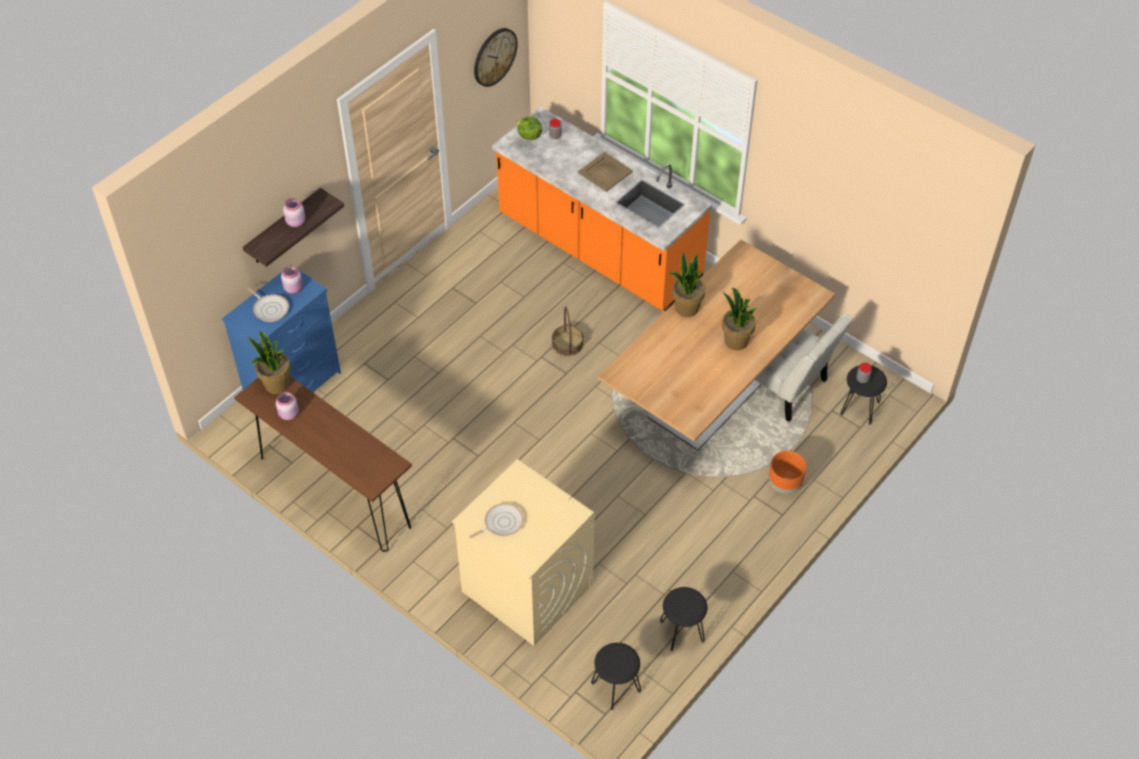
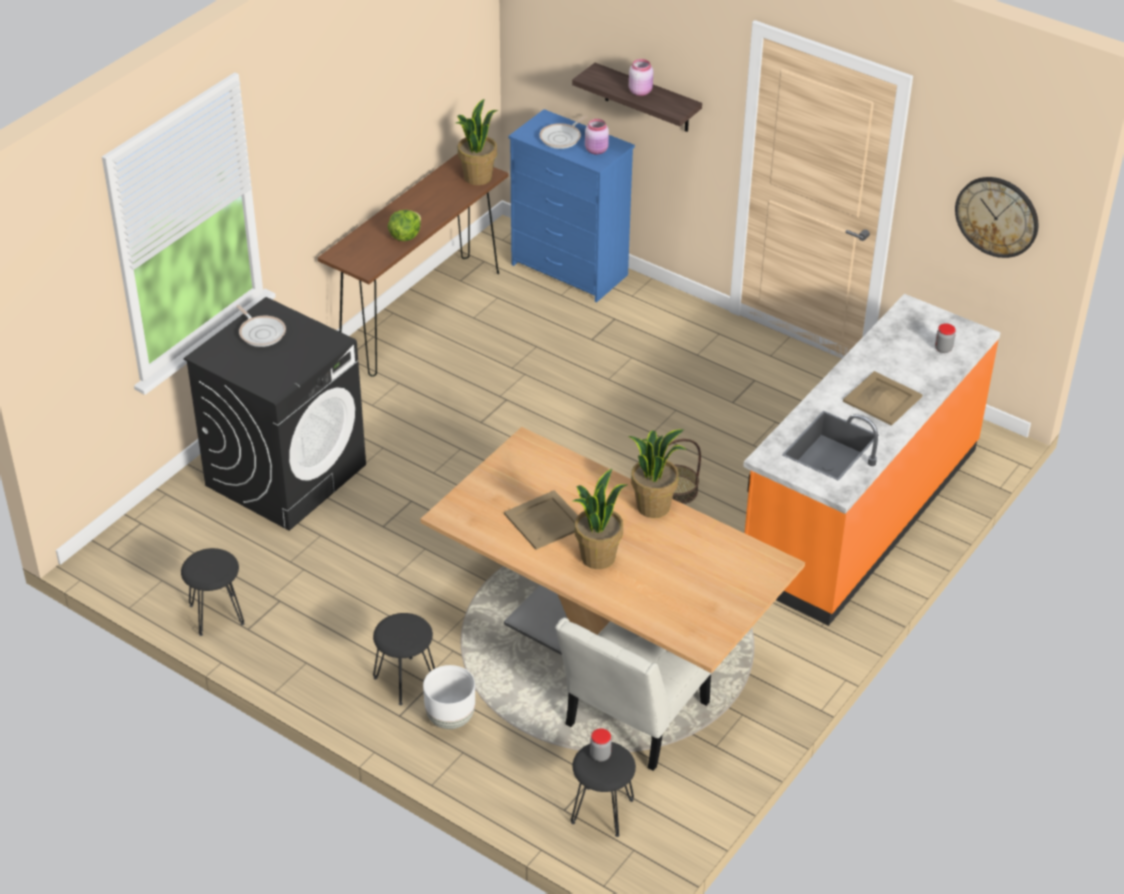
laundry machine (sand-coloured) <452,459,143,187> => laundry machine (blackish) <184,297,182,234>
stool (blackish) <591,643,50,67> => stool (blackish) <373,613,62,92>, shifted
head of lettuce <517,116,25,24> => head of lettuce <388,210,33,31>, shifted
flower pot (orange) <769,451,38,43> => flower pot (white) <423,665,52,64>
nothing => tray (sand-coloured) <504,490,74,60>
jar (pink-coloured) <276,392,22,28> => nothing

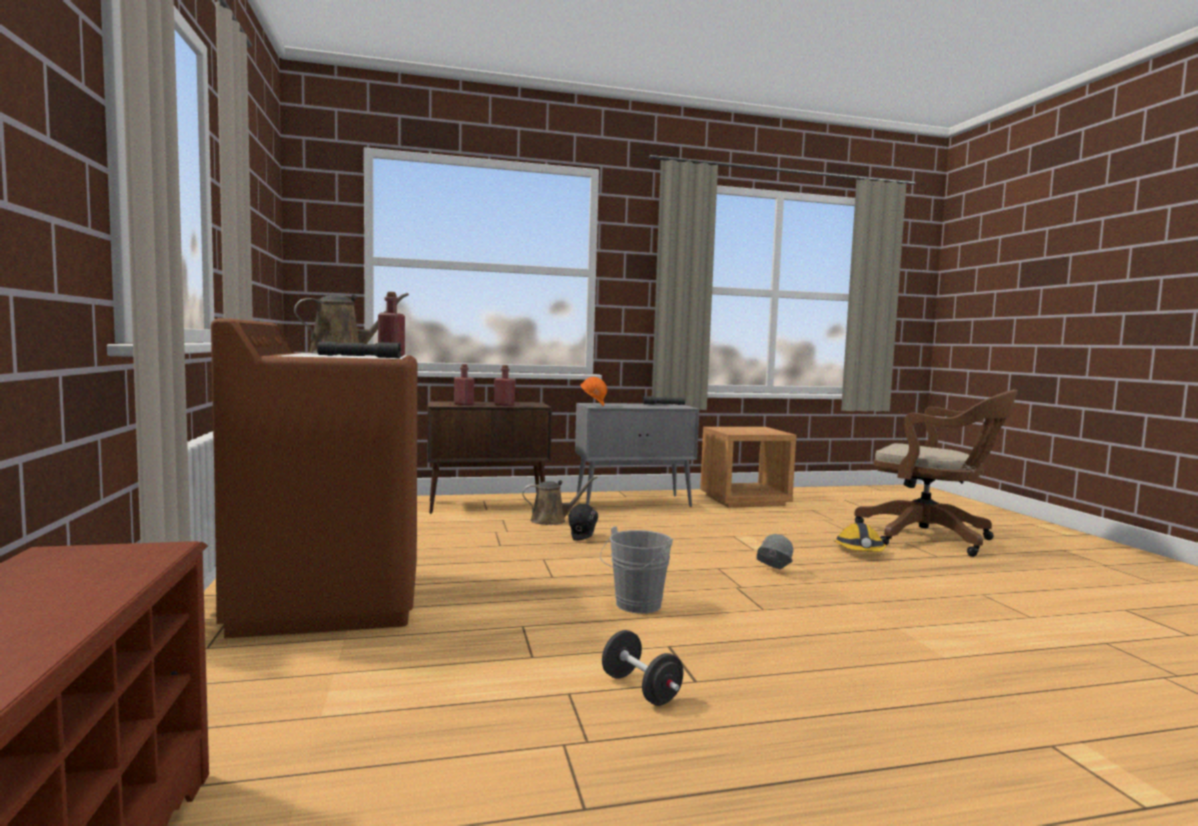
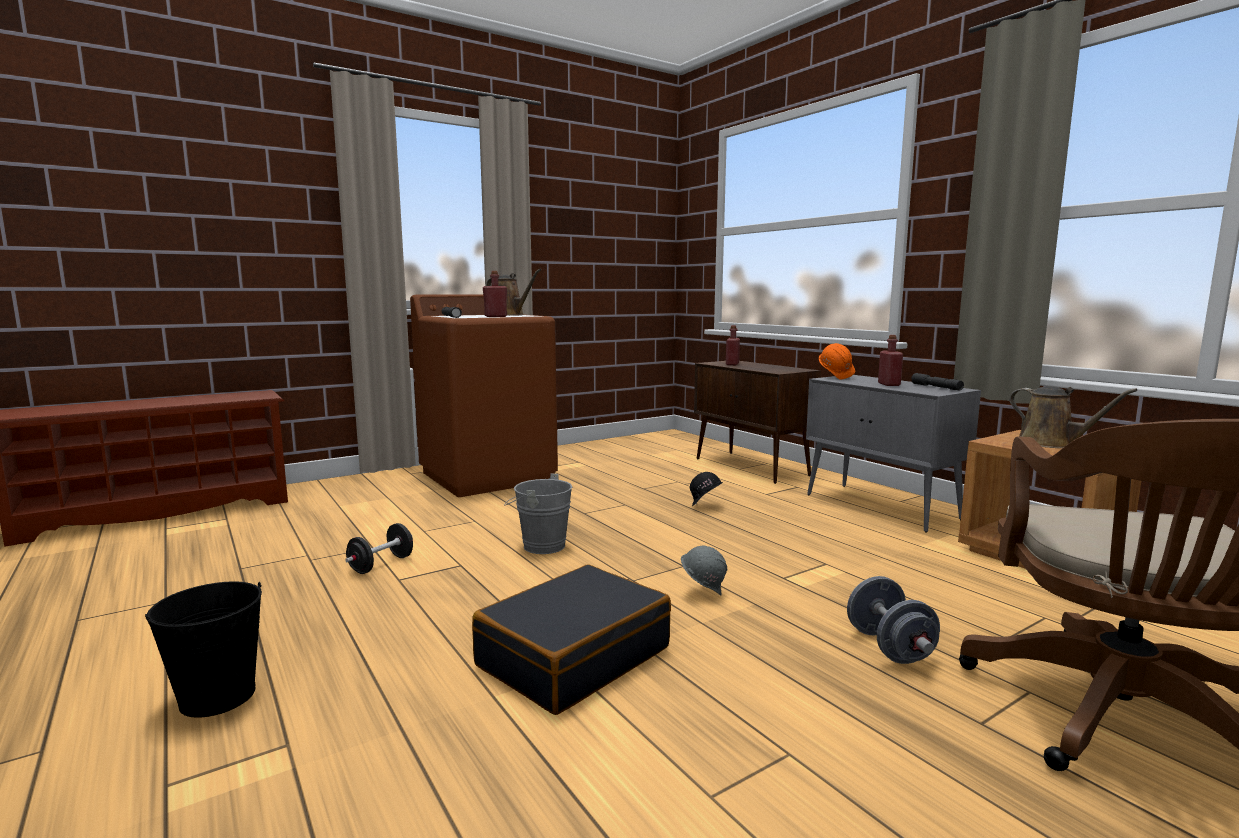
nothing => bucket (blackish) <145,581,117,137>
nothing => suitcase (blackish) <472,565,199,150>
safety helmet <834,523,52,29> => dumbbell (greyish) <847,576,93,88>
drink bottle (reddish) <494,365,22,41> => drink bottle (reddish) <878,335,25,51>, shifted
watering can (brown-coloured) <522,476,76,49> => watering can (brown-coloured) <1009,387,129,61>, shifted

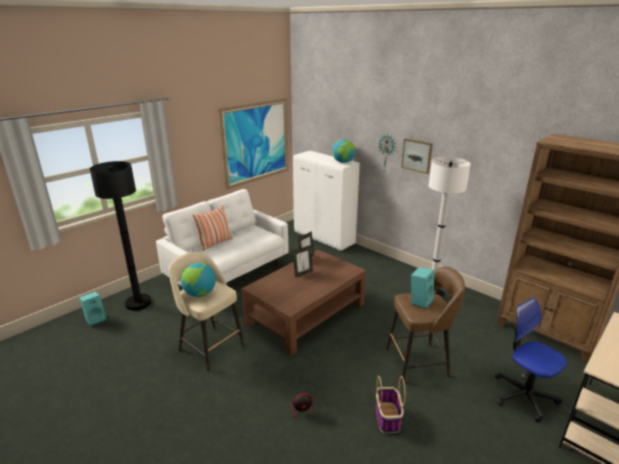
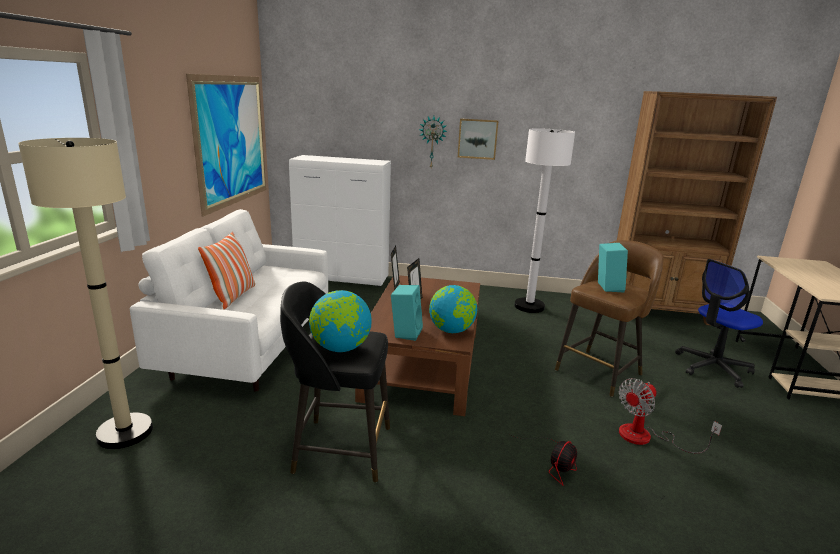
floor lamp (blackish) <90,161,62,149> => floor lamp (sand-coloured) <18,138,135,311>
stool (sand-coloured) <168,252,77,119> => stool (blackish) <280,282,110,200>
loudspeaker (turquoise) <79,292,27,34> => loudspeaker (turquoise) <391,285,32,56>, shifted
world globe <332,139,23,24> => world globe <429,285,48,48>, shifted
household basket <376,376,30,57> => electric fan <619,378,103,76>
office chair <495,298,72,125> => office chair <675,259,88,129>, 45 degrees counterclockwise

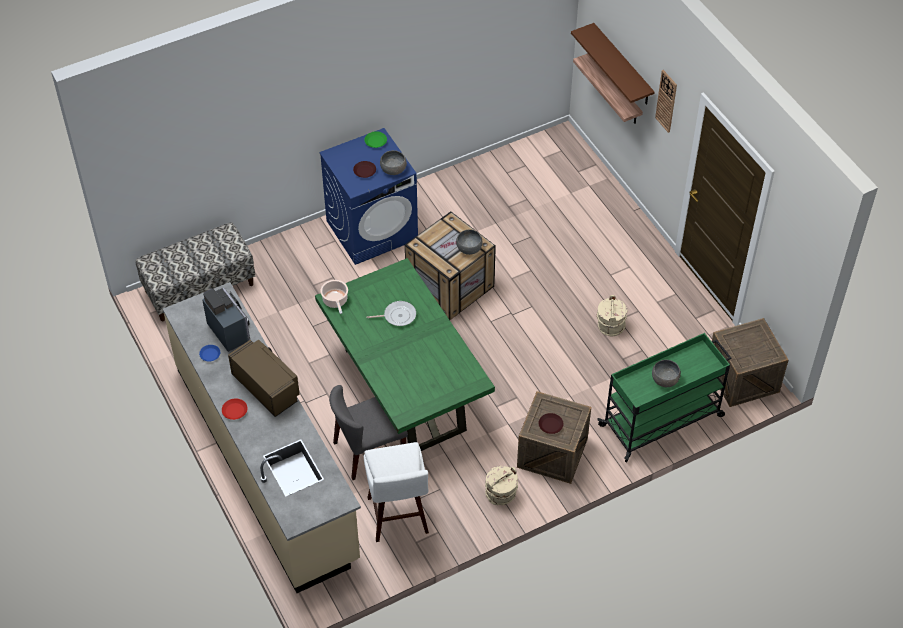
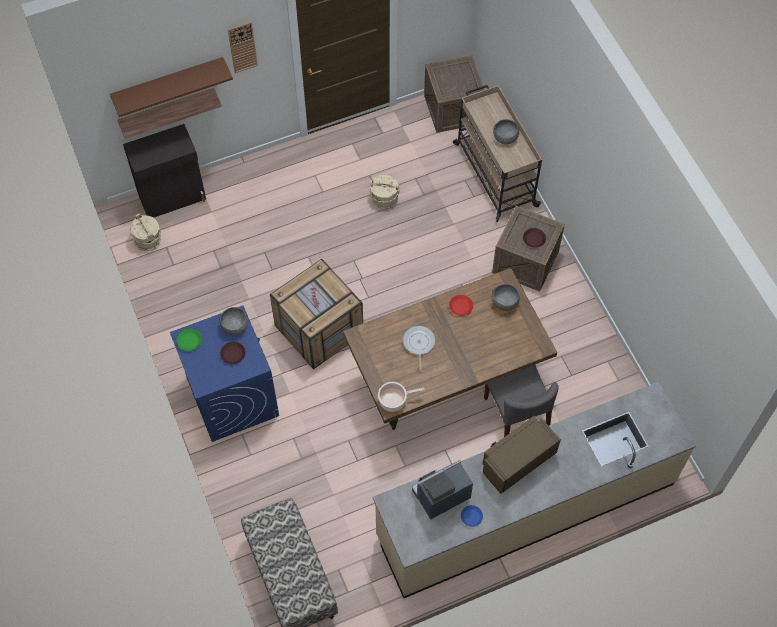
nothing => cupboard (blackish) <123,124,83,93>
bucket (sand-coloured) <485,466,33,39> => bucket (sand-coloured) <130,214,31,37>, shifted
dinner table (green) <315,258,180,193> => dinner table (brown-coloured) <343,268,215,162>
plate (reddish) <222,398,25,22> => plate (reddish) <449,295,24,21>, shifted
trolley (green) <597,333,134,129> => trolley (sand-coloured) <453,85,89,137>
serving bowl (greyish) <456,229,26,26> => serving bowl (greyish) <492,284,28,27>, shifted
stool (white) <364,442,65,100> => nothing

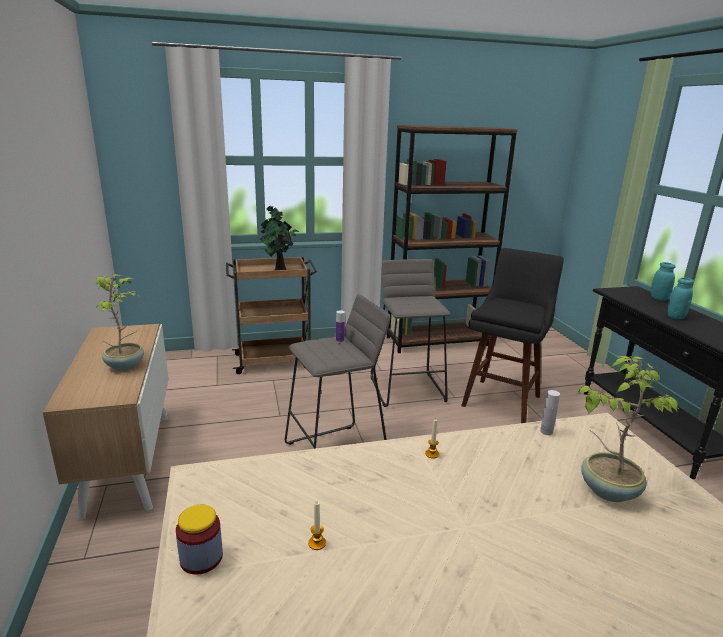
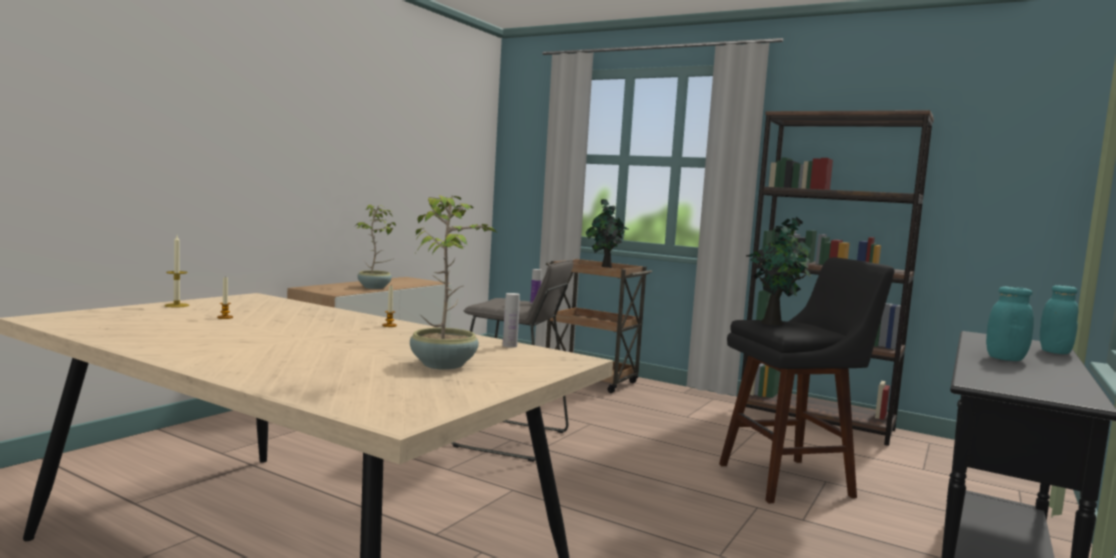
jar <176,504,47,71> => wax candle <165,236,24,72>
nothing => houseplant <746,217,66,109>
stool (greyish) <371,259,79,148> => nothing

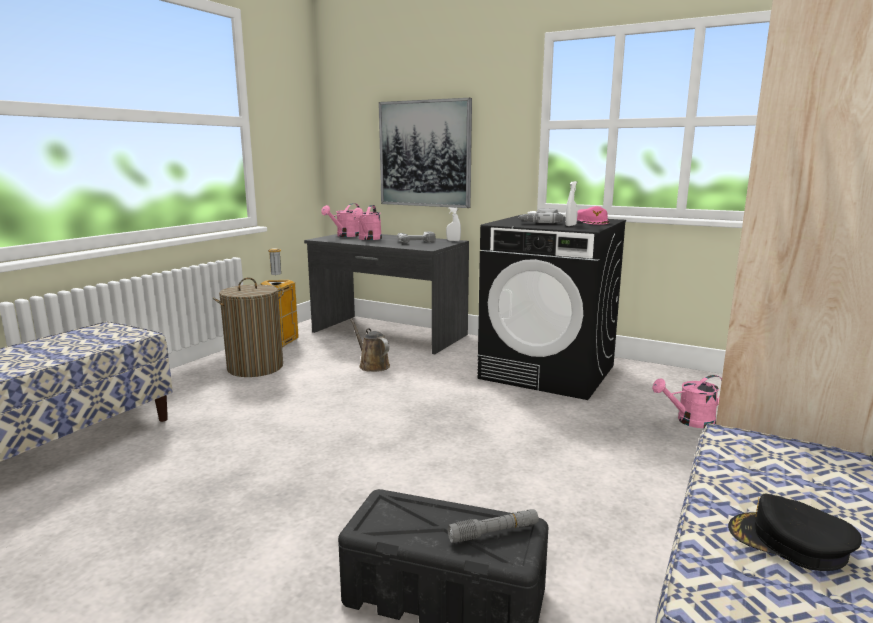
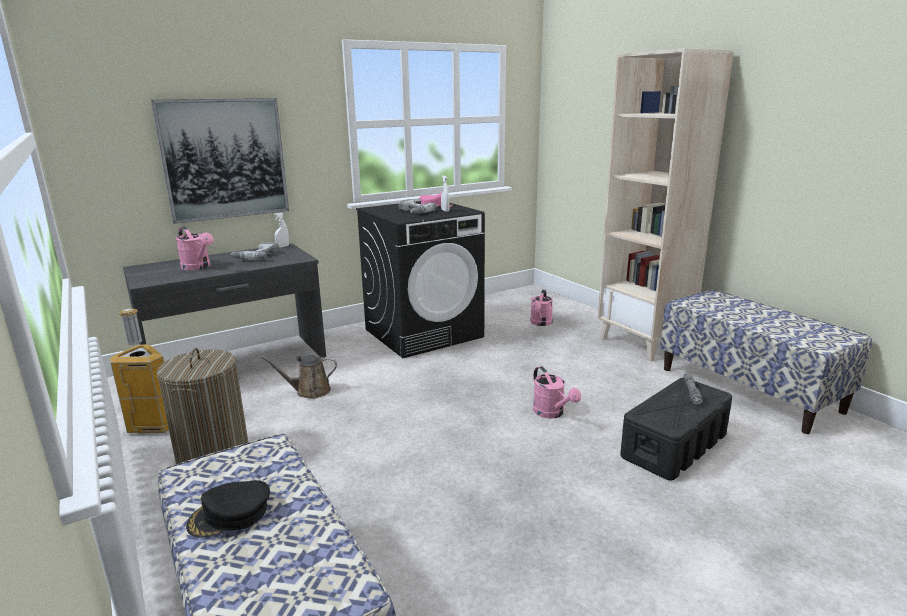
cap (blackish) <728,494,134,77> => cap (blackish) <186,480,84,58>, shifted
watering can (pink-coloured) <321,203,39,34> => watering can (pink-coloured) <533,366,48,52>, shifted

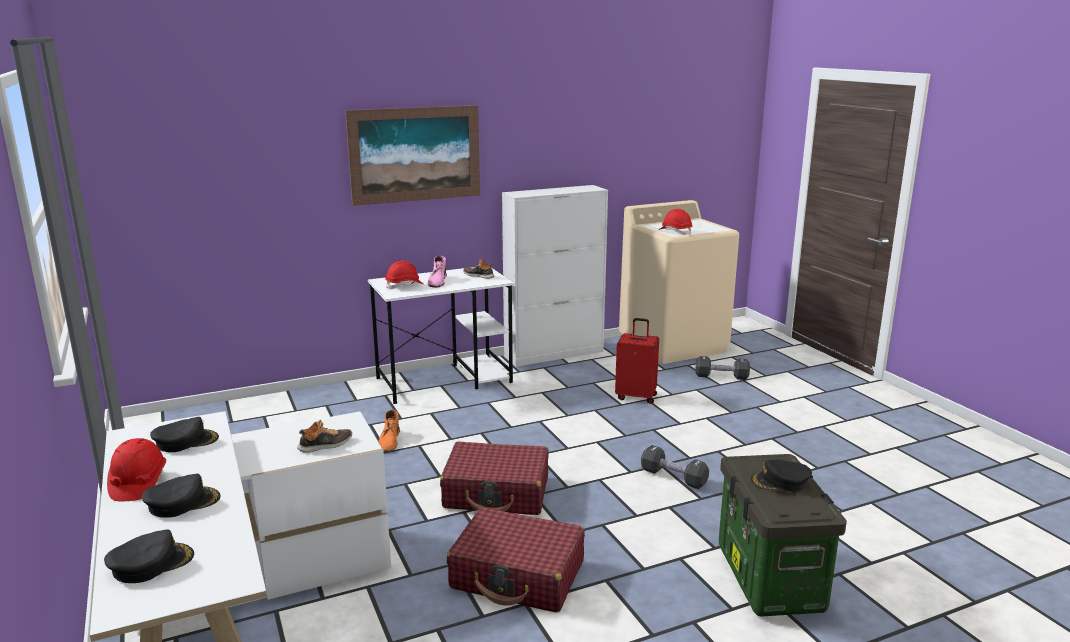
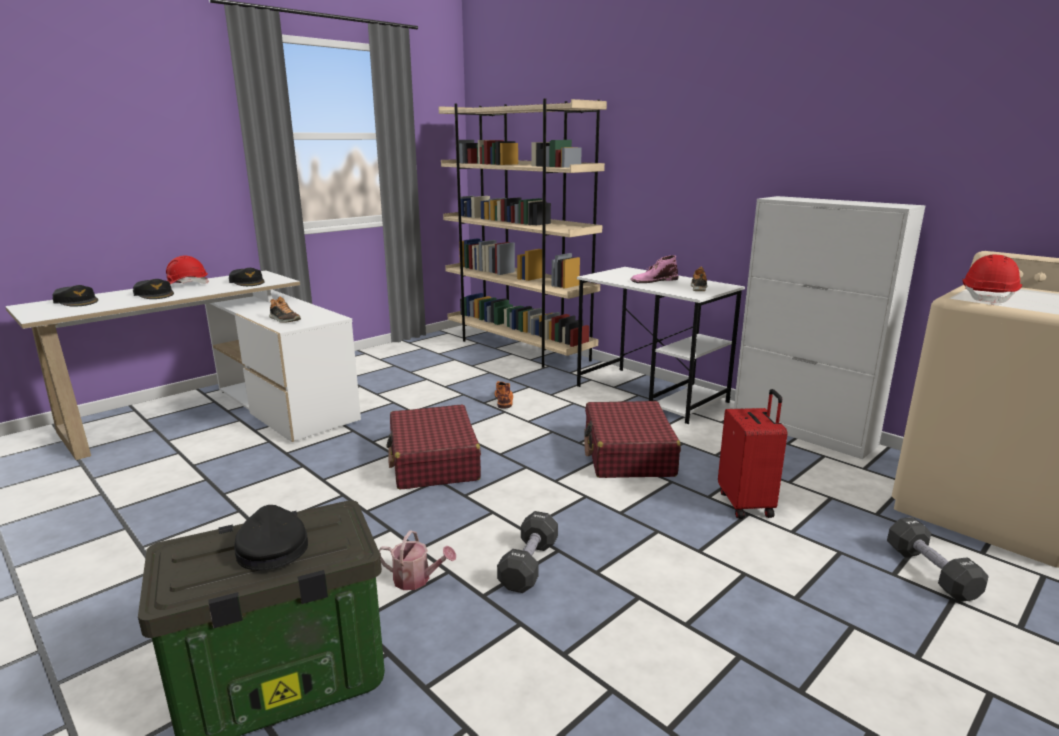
nothing => watering can <379,530,77,60>
nothing => bookcase (sand-coloured) <438,98,169,270>
tall boot (orange) <378,410,22,42> => tall boot (orange) <495,381,18,28>, 105 degrees clockwise
suitcase (reddish) <447,507,138,106> => suitcase (reddish) <584,401,97,77>, shifted
picture <345,105,135,101> => nothing
safety helmet (reddish) <385,261,38,28> => nothing

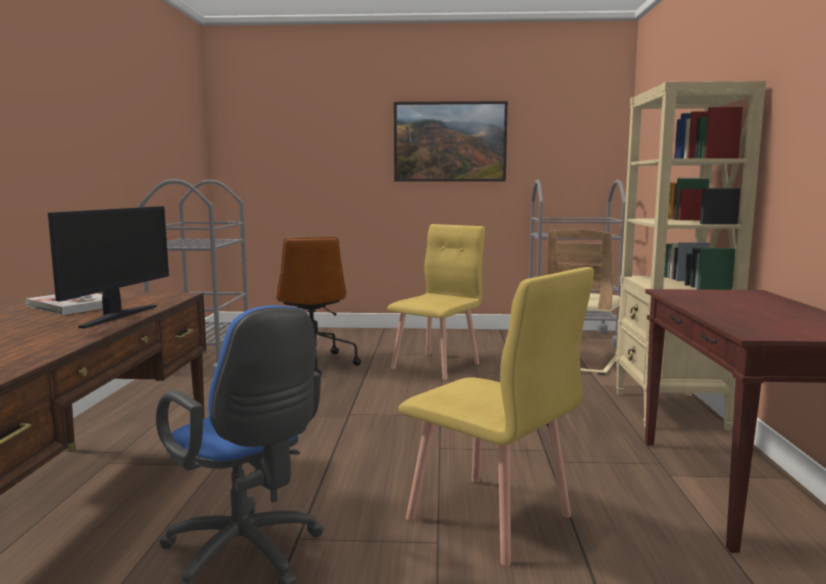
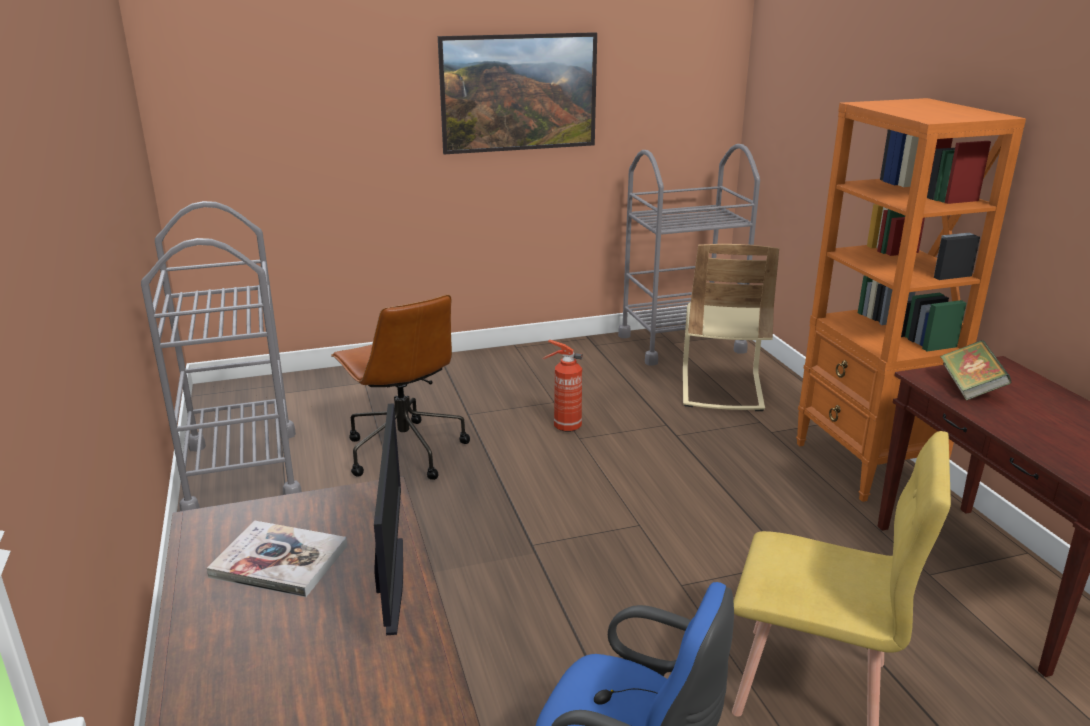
upright chair (yellow) <387,224,98,156> => fire extinguisher <543,340,40,92>
bookcase (sand-coloured) <616,81,150,349> => bookcase (orange) <796,98,230,404>
nothing => book <940,340,72,61>

